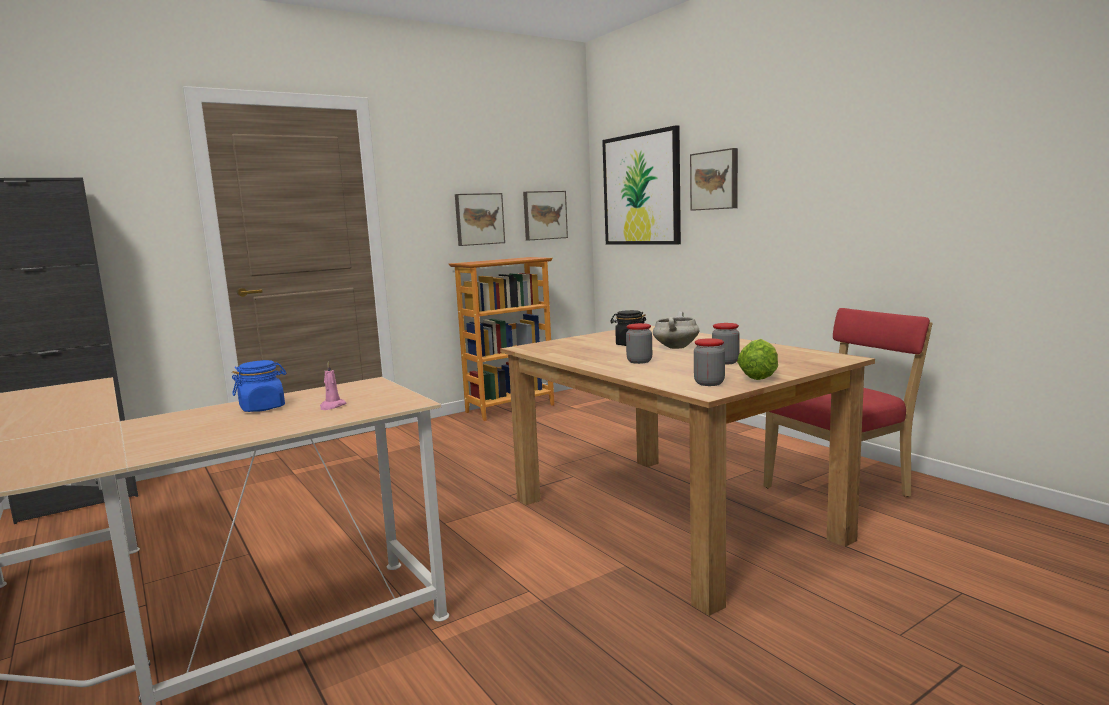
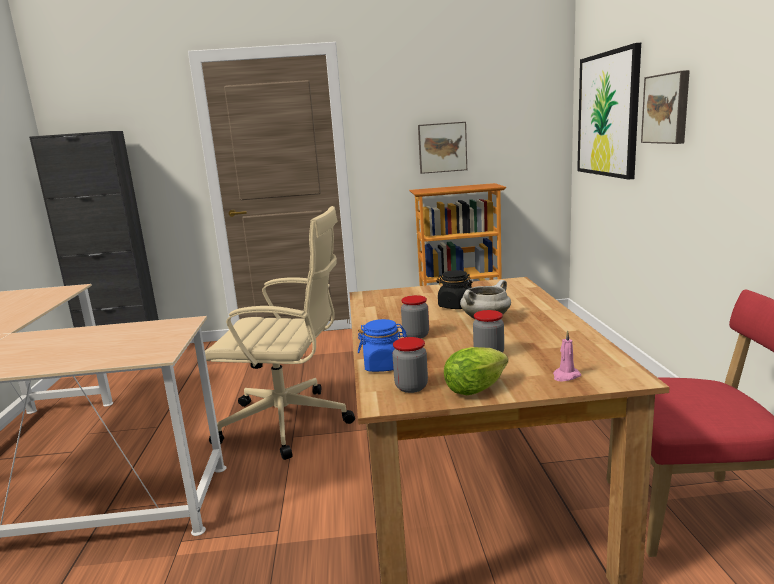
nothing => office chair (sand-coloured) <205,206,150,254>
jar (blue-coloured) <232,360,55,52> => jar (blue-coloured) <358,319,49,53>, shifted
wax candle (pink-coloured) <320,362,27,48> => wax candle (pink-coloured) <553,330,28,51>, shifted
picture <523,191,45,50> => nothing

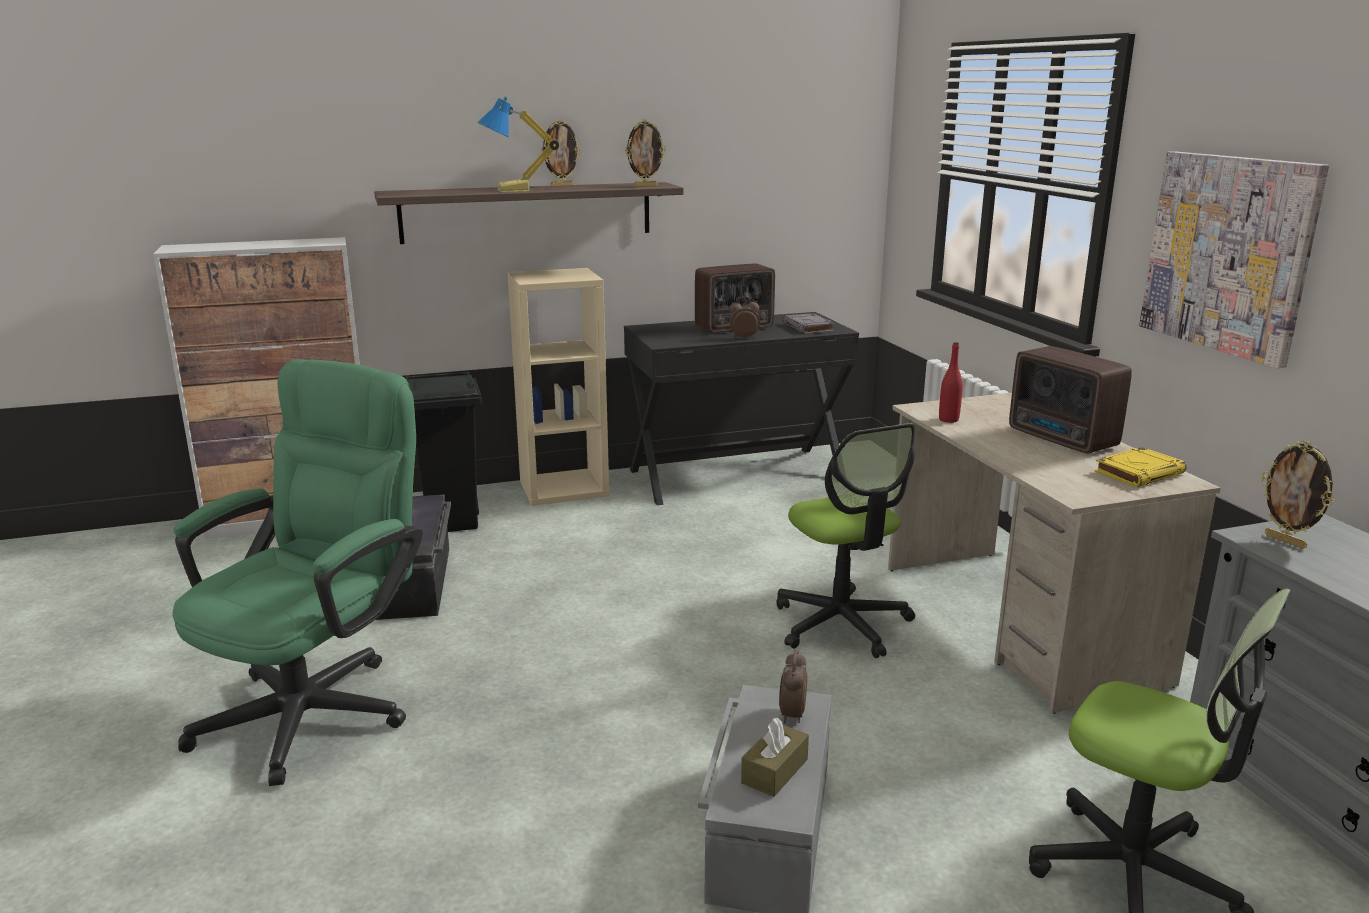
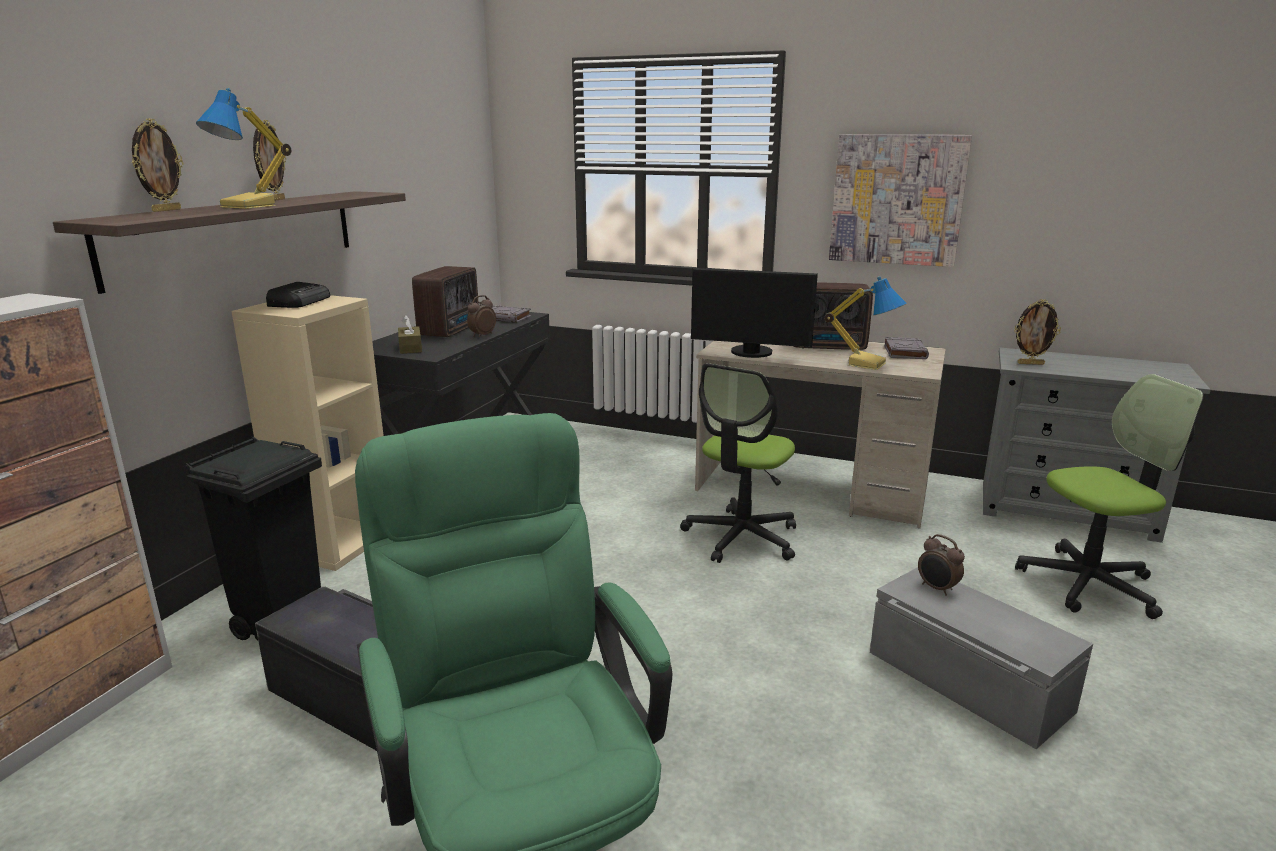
picture frame <625,119,41,68> => picture frame <132,118,51,94>, shifted
nothing => radio <266,282,64,26>
tissue holder (brown-coloured) <741,718,68,79> => tissue holder (brown-coloured) <398,315,24,39>, shifted
office chair <776,423,140,235> => office chair <680,363,116,200>, 105 degrees clockwise
drink bottle (reddish) <939,342,24,81> => monitor <691,268,127,90>
nothing => table lamp <824,276,83,94>
book (yellow) <1094,447,93,40> => book (greyish) <884,337,45,22>

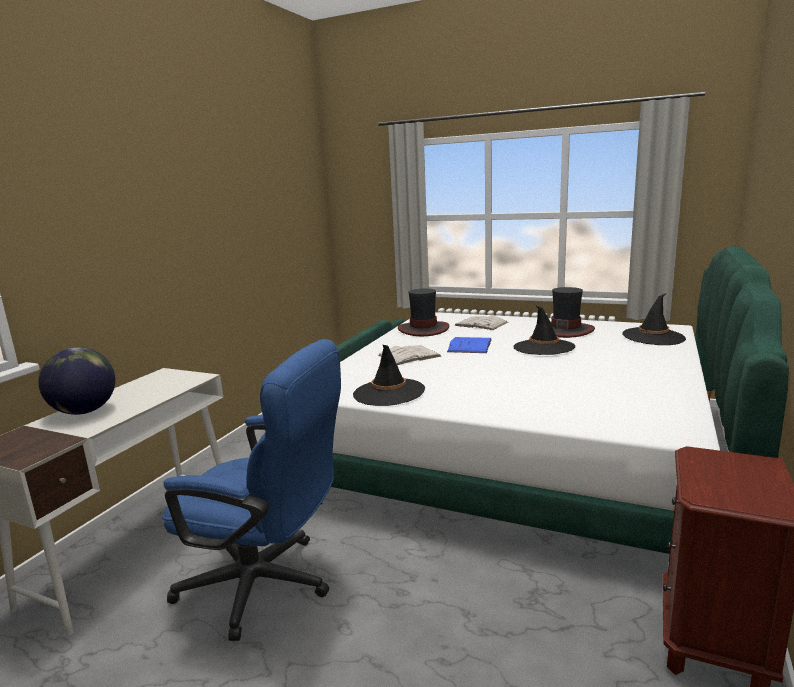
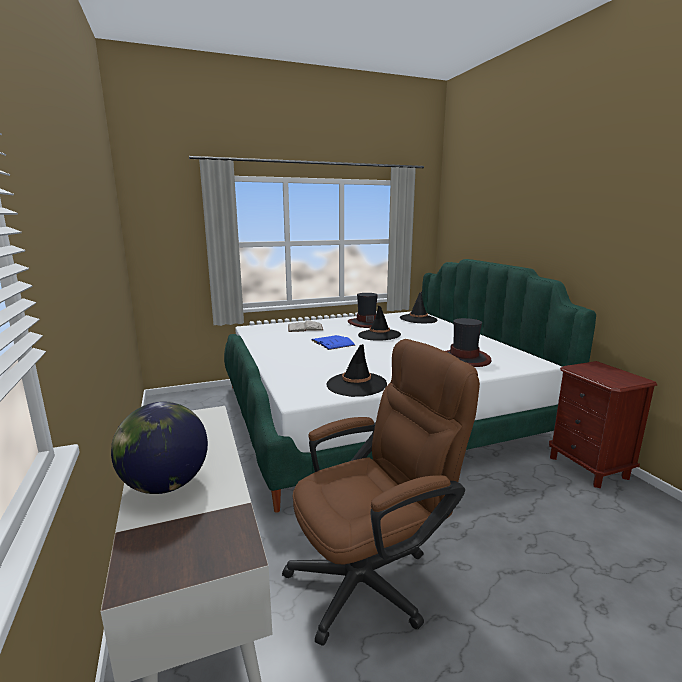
office chair (blue-coloured) <162,339,179,302> => office chair (brown-coloured) <282,339,198,307>
wearable hat <398,288,51,48> => wearable hat <445,318,47,49>, shifted
book (white) <378,345,63,20> => nothing

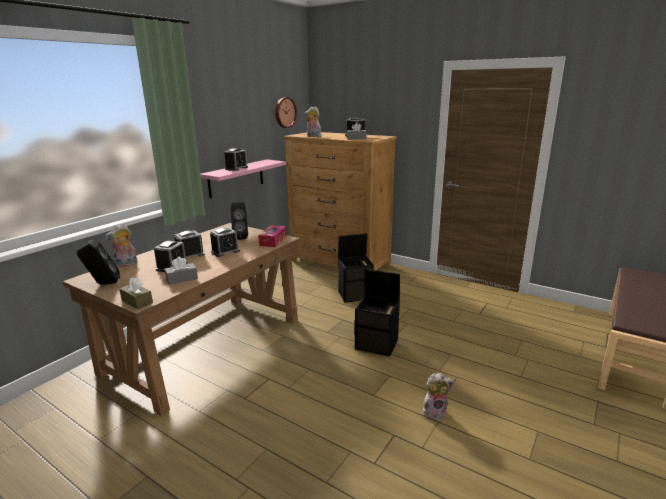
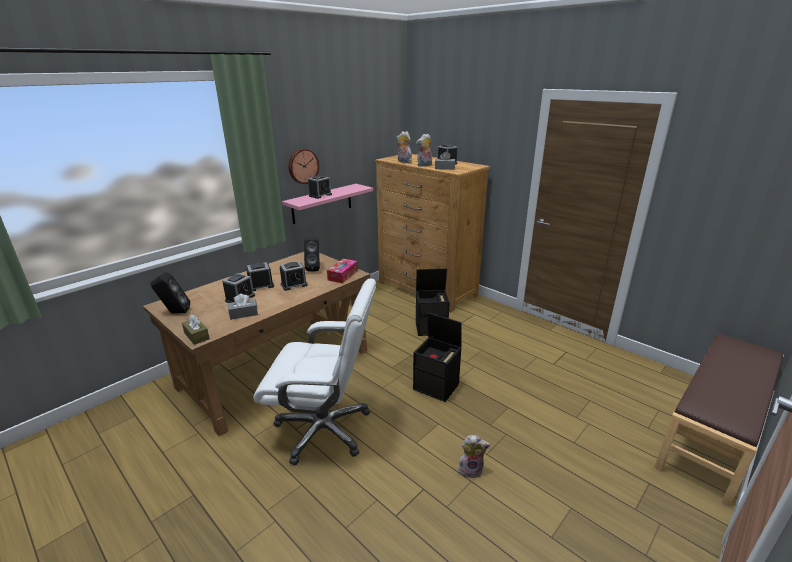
nothing => office chair (white) <253,278,123,187>
clock on the wall <275,97,22,31> => clock on the wall <288,149,31,35>, shifted
soft toy <104,223,34,44> => soft toy <416,134,16,33>, shifted

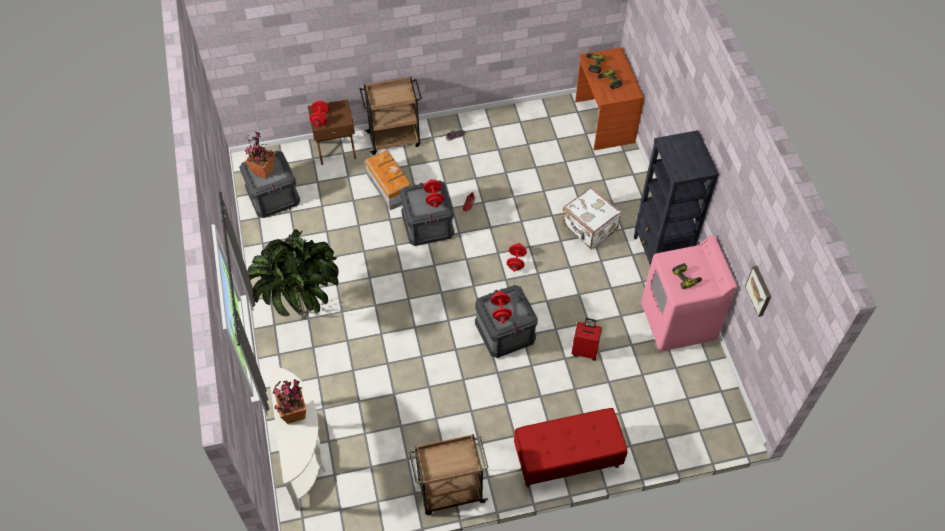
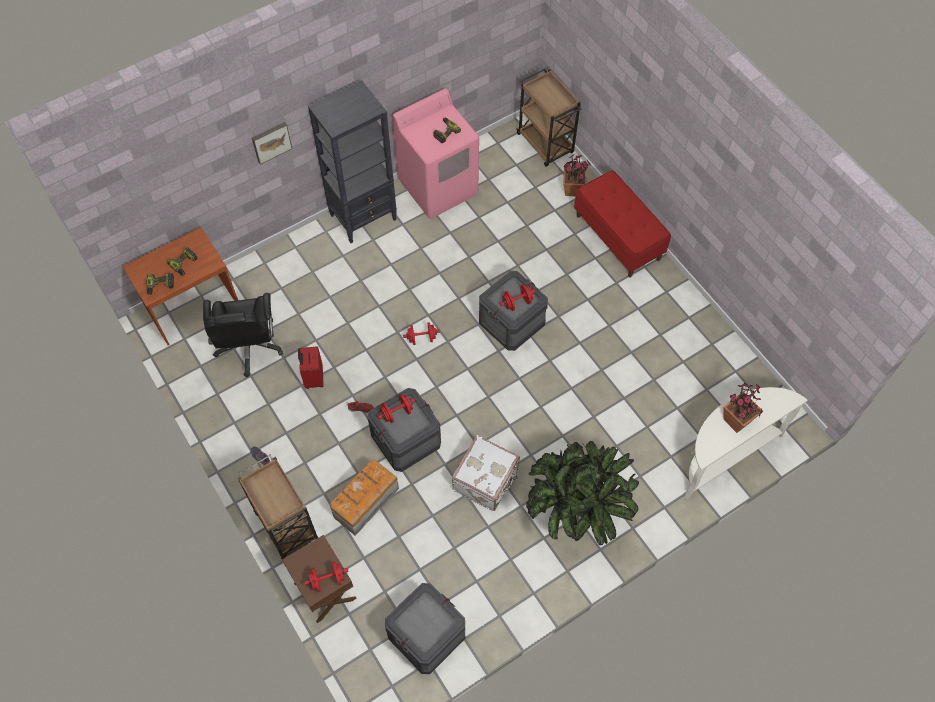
nothing => office chair (blackish) <203,293,80,84>
picture <745,266,26,51> => picture <252,122,40,43>, shifted
suitcase (reddish) <572,318,30,42> => suitcase (reddish) <298,346,26,43>, shifted
suitcase (white) <562,187,60,62> => suitcase (white) <451,435,69,76>, shifted
trolley (brown-coloured) <409,434,79,81> => trolley (brown-coloured) <516,69,65,98>, shifted
houseplant <244,131,31,48> => houseplant <564,154,27,42>, shifted

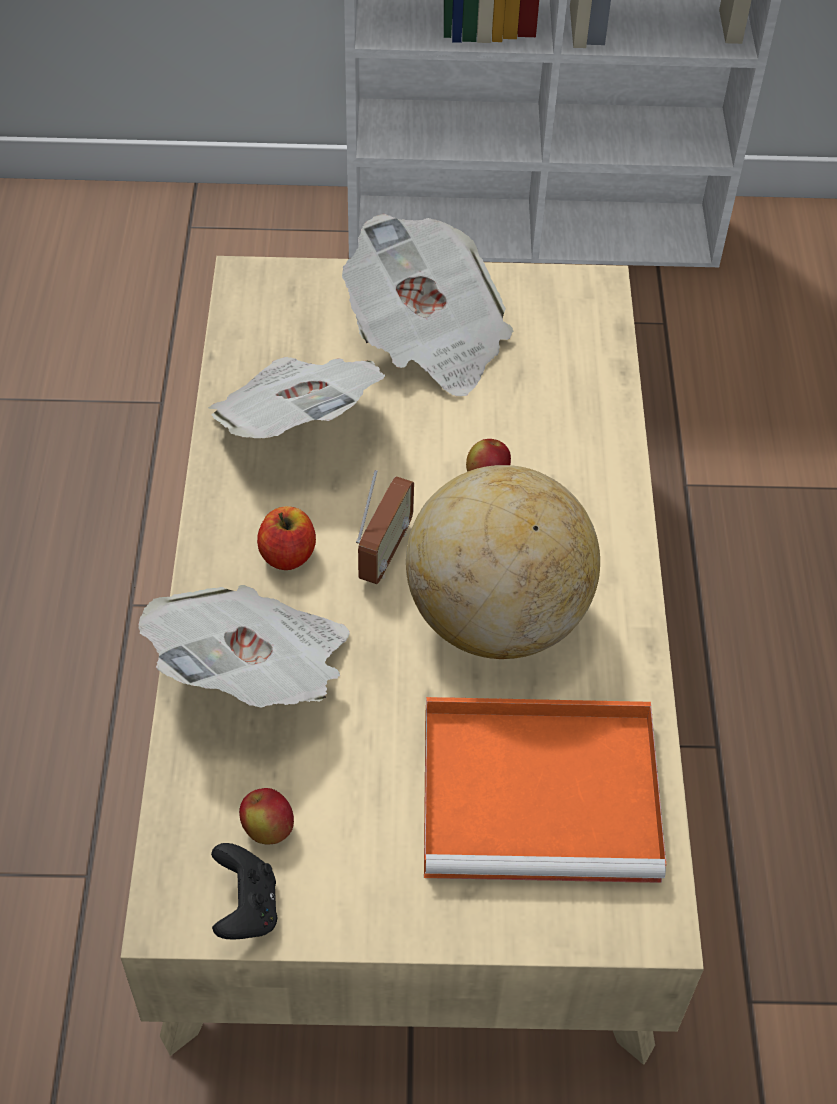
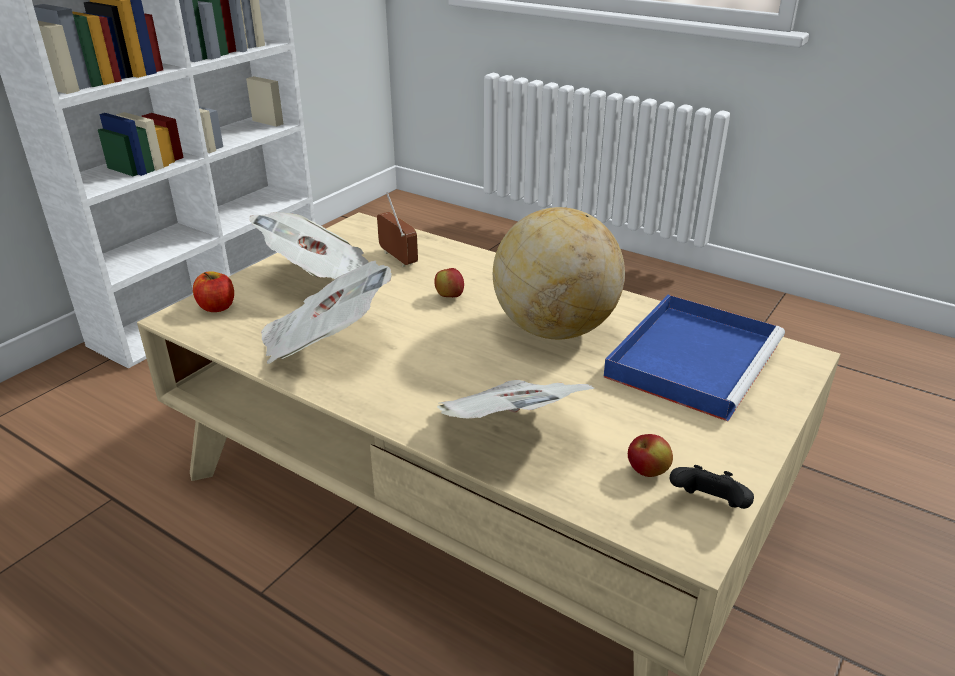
whole apple <257,506,59,64> => whole apple <193,271,41,41>, shifted
radio <356,470,58,114> => radio <377,192,41,75>, shifted
tray (orange) <424,697,243,186> => tray (blue-coloured) <603,295,182,127>

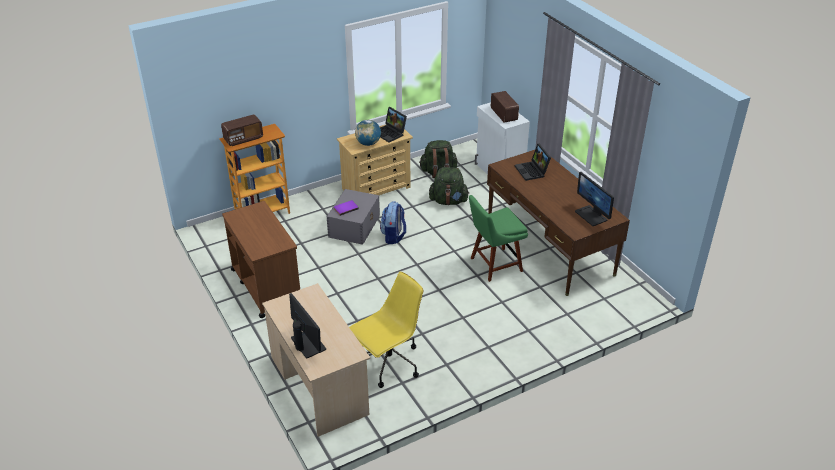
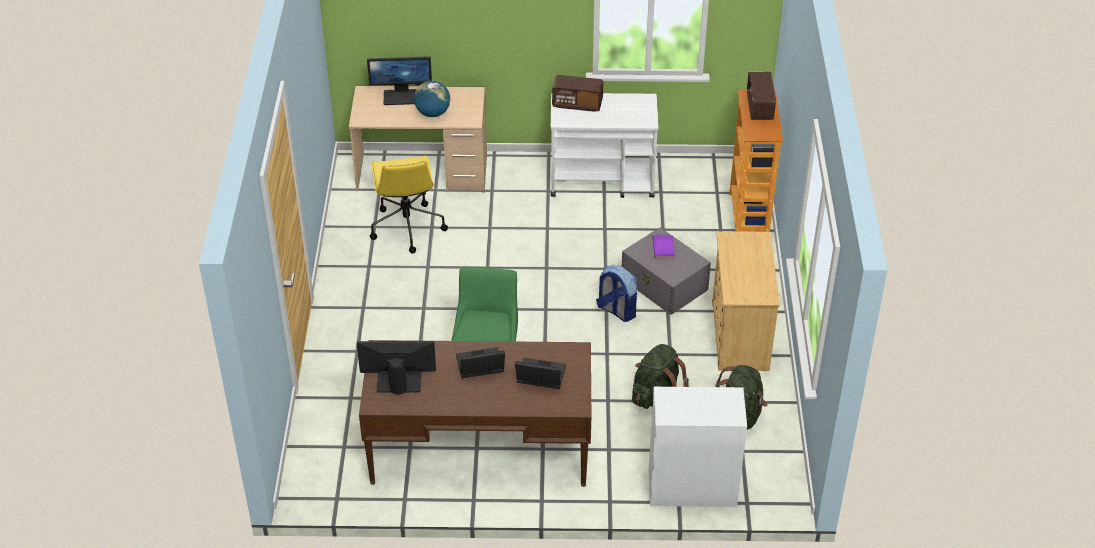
world globe <355,120,26,26> => world globe <414,81,36,36>, shifted
laptop <380,107,27,35> => laptop <456,347,49,31>, shifted
trolley (brown-coloured) <222,201,78,117> => trolley (white) <551,93,108,105>
radio <491,91,28,32> => radio <552,75,51,37>, shifted

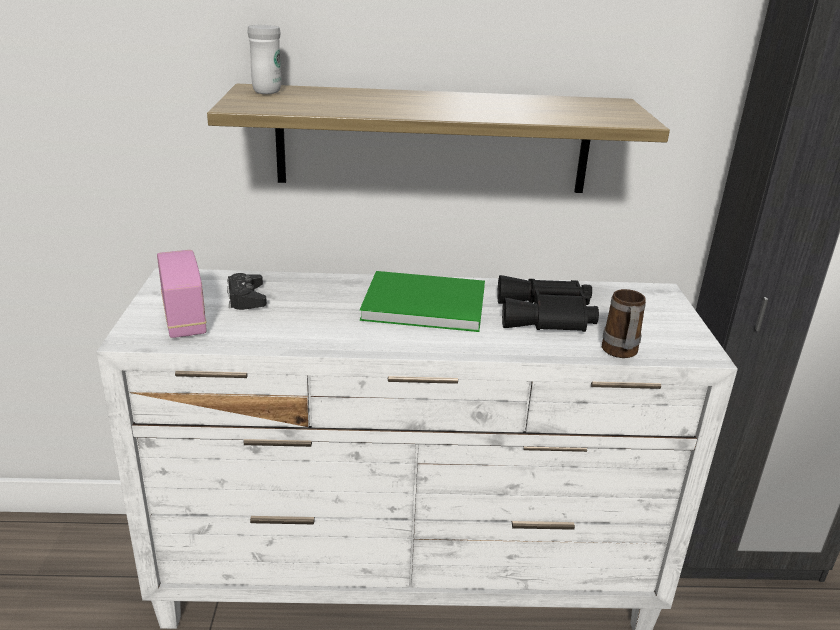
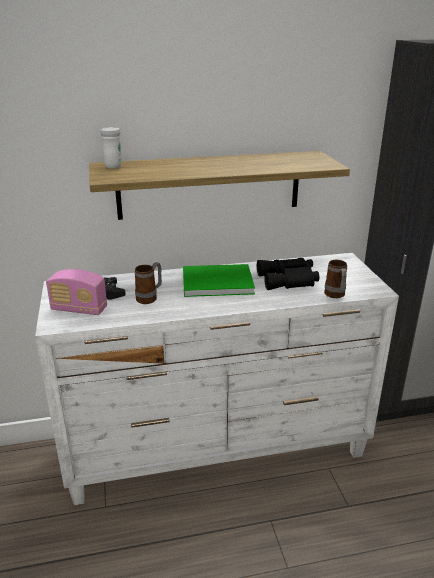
radio <157,250,50,88> => radio <46,269,61,46>, 135 degrees clockwise
nothing => coffee mug <135,262,27,42>

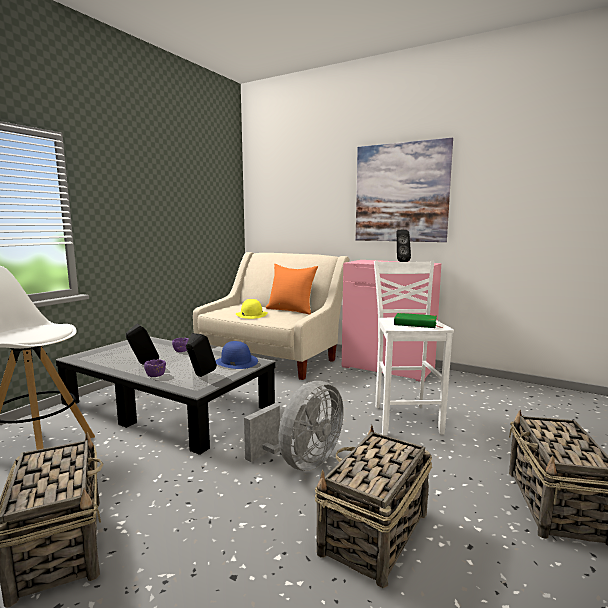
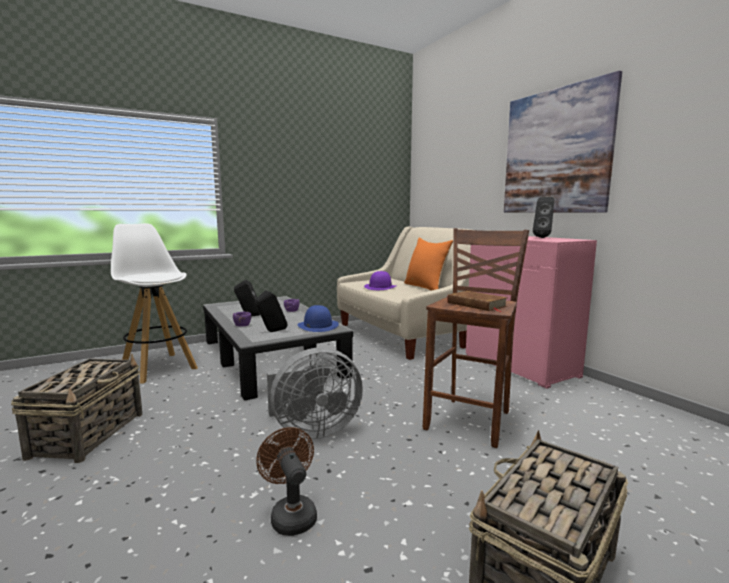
household basket <315,425,117,163> => electric fan (brown-coloured) <256,427,61,109>
wearable hat (yellow) <236,299,32,20> => wearable hat (purple-coloured) <364,271,32,19>
stool (white) <374,261,80,174> => stool (brown-coloured) <423,228,106,220>
book (green) <394,313,49,15> => book (brown-coloured) <447,291,61,21>

